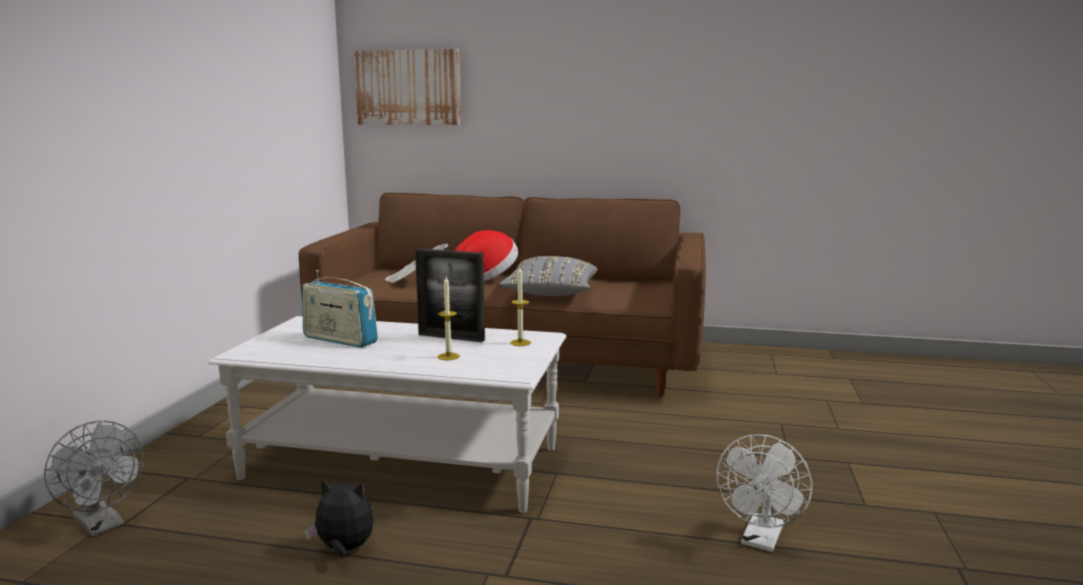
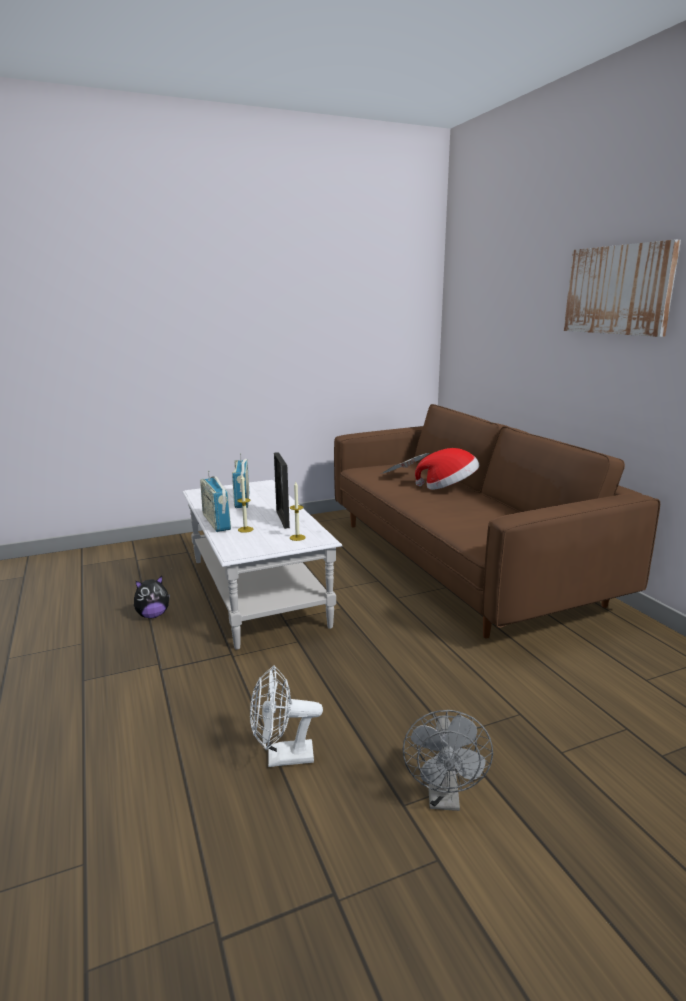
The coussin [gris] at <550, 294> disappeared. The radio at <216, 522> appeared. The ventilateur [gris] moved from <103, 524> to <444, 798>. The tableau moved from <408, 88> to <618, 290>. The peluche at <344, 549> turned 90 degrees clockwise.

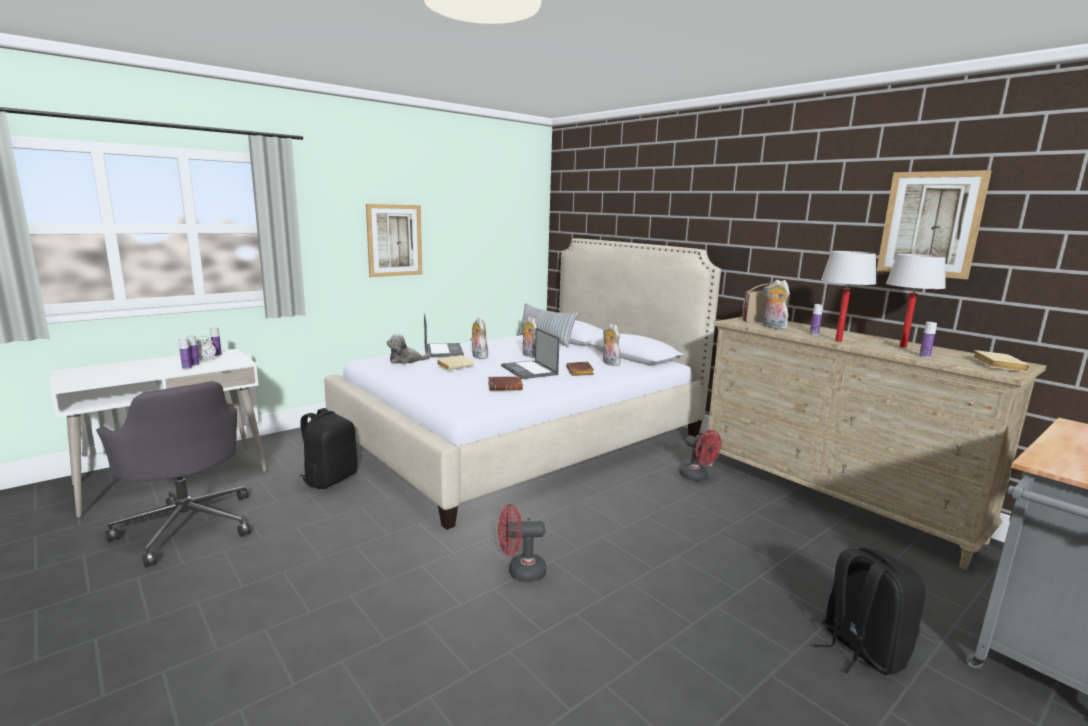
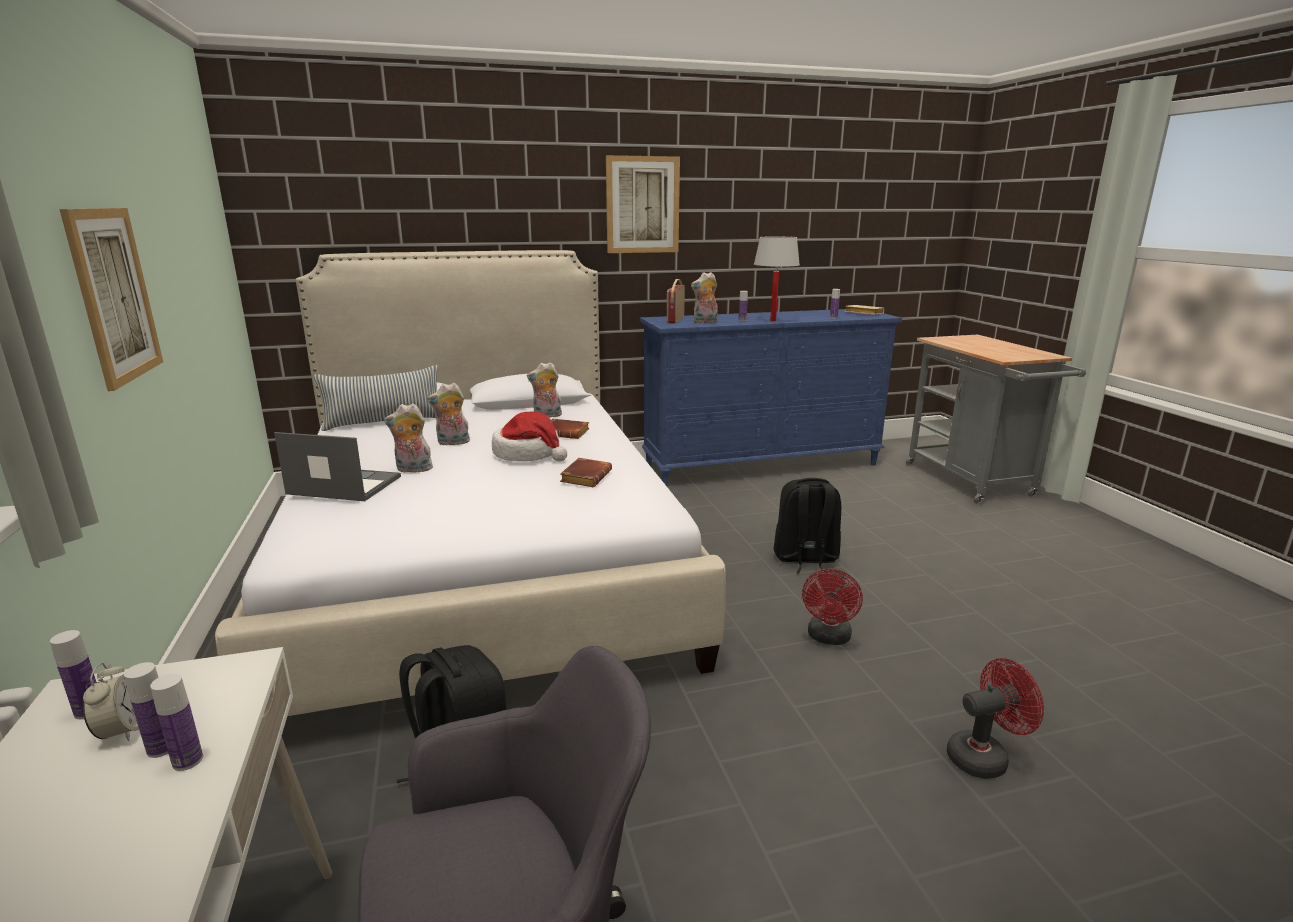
The peluche at <406, 361> disappeared. The livre [beige] at <455, 365> disappeared. The lampe de table [blanc] at <903, 347> disappeared. The ventilateur [rouge] moved from <698, 477> to <984, 756>. The sac à dos [noir] moved from <860, 649> to <805, 559>. The tableau moved from <930, 224> to <642, 205>. The ordinateur portable at <529, 370> was replaced by the chapeau at <528, 453>. The commode [beige] at <831, 499> became the commode [bleu] at <762, 465>.

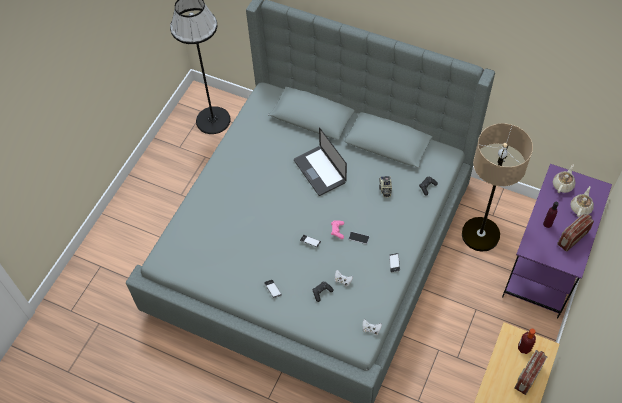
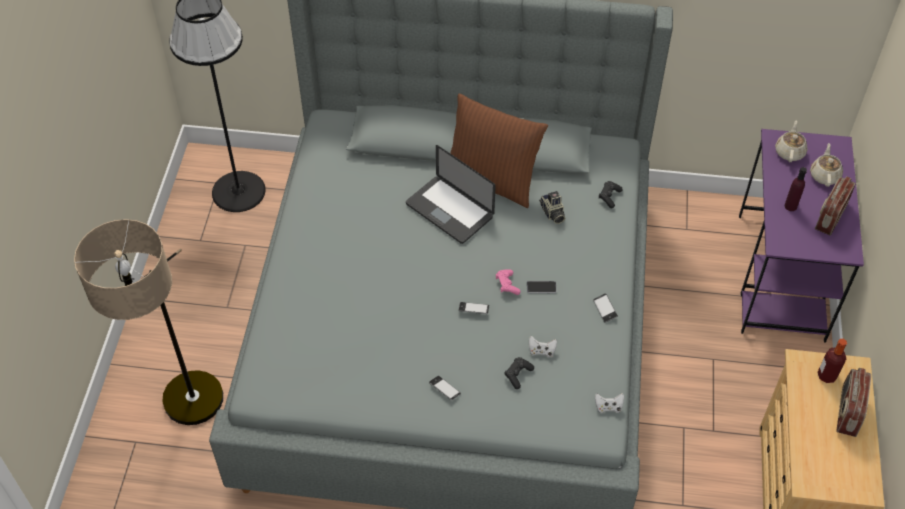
The coussin [marron] at <492, 180> appeared. The lampadaire moved from <476, 247> to <188, 420>.

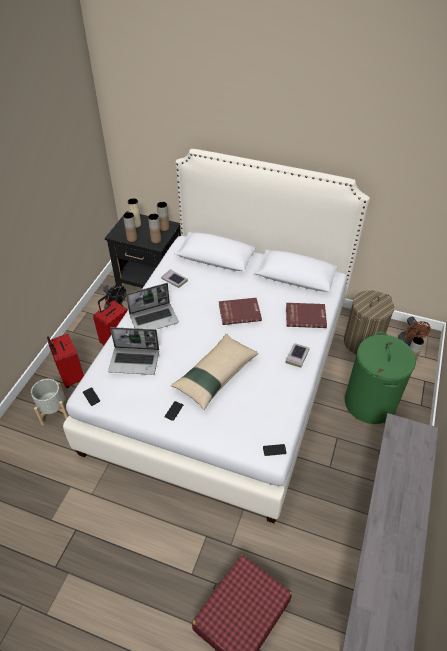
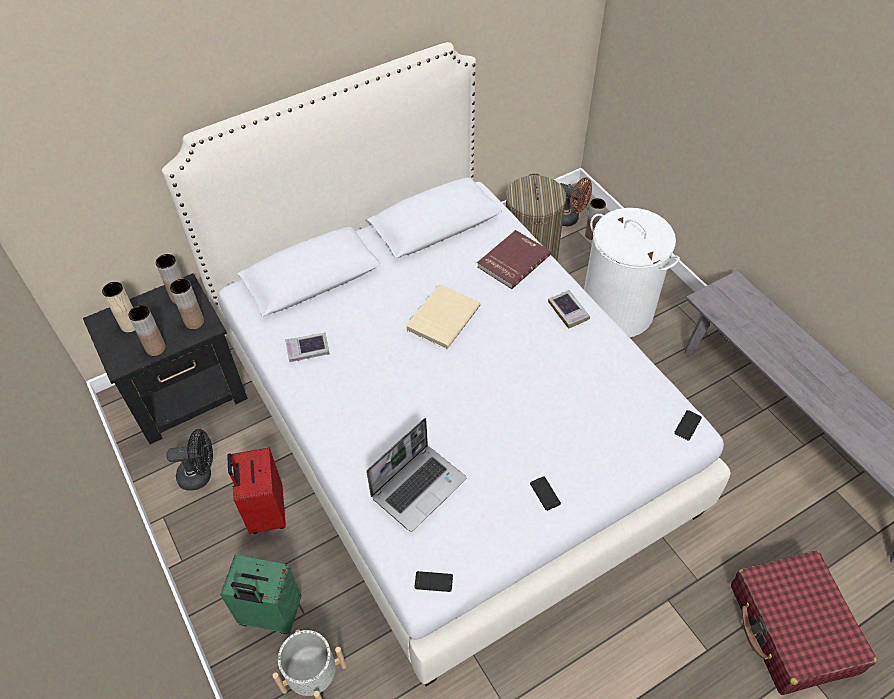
The ordinateur portable at <154, 318> disappeared. The coussin [beige] at <215, 375> disappeared. The valise [rouge] at <71, 377> became the valise [vert] at <270, 615>. The livre [rouge] at <239, 312> became the livre [beige] at <442, 318>. The panier à linge [vert] at <370, 403> became the panier à linge [blanc] at <617, 311>.

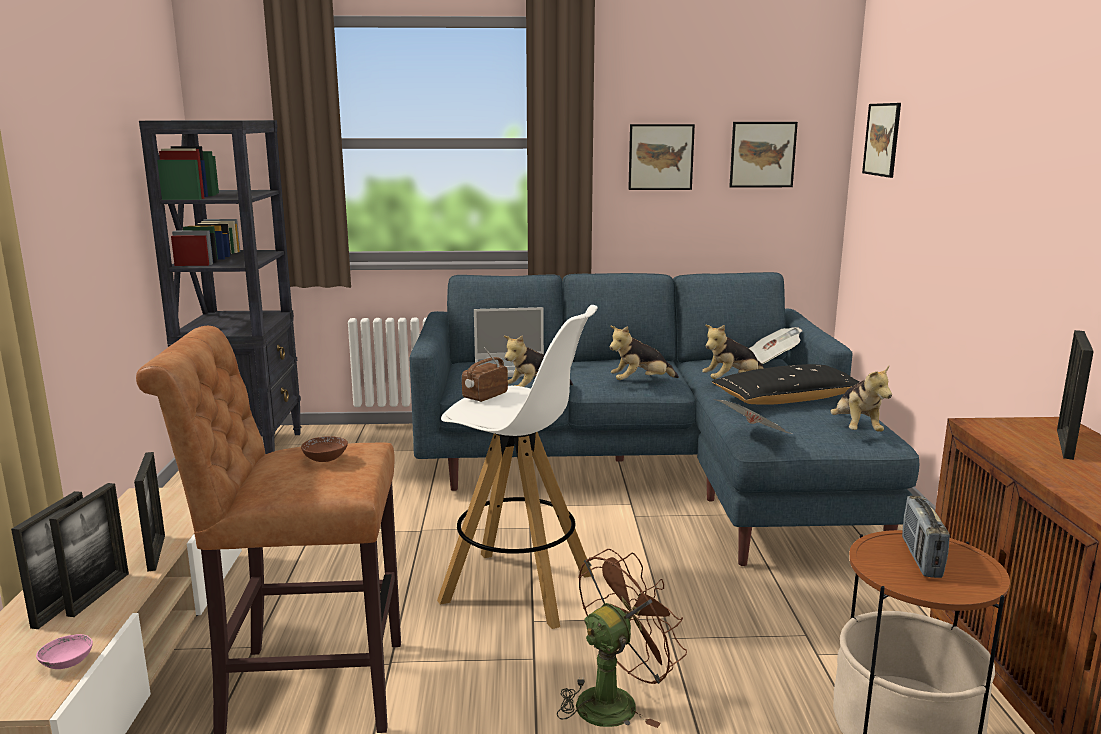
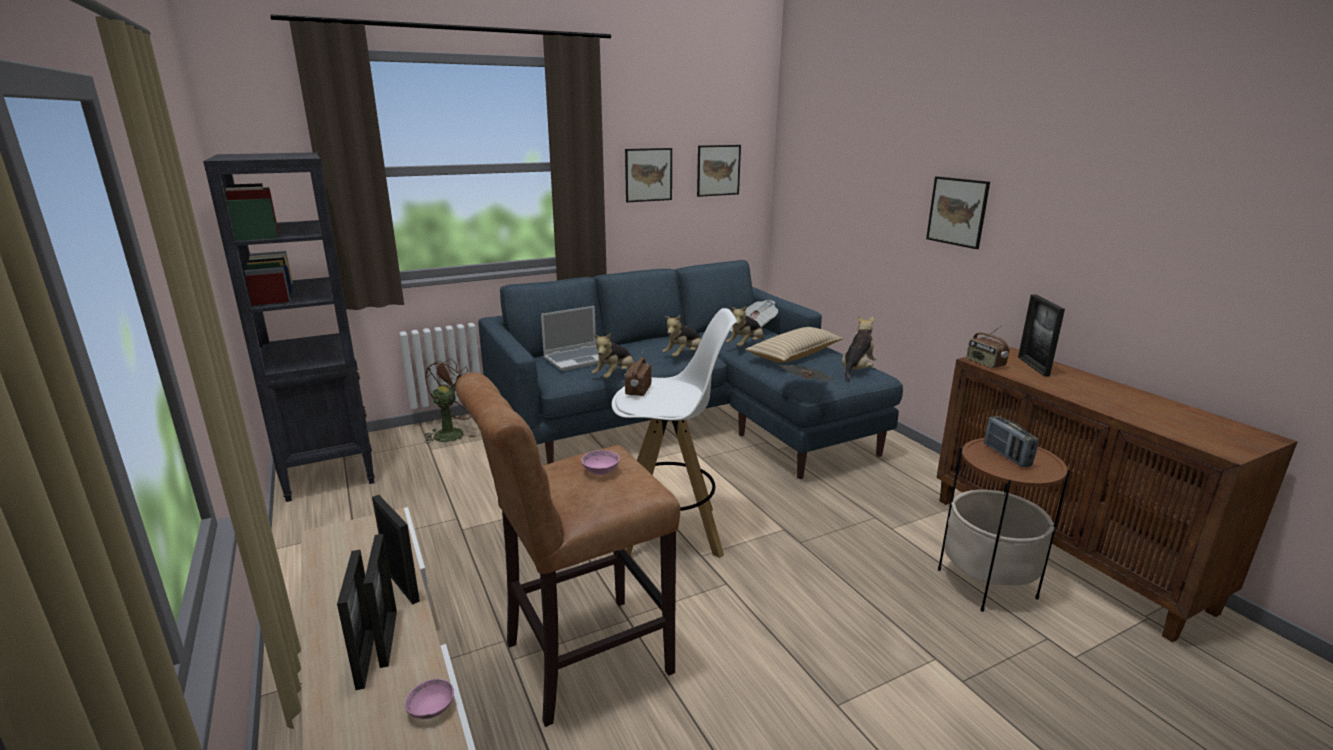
The radio at <985, 363> appeared. The ventilateur [marron] moved from <615, 700> to <453, 433>. The tableau moved from <882, 139> to <957, 211>. The bol [marron] at <325, 459> became the bol [rose] at <601, 471>. The coussin [noir] at <787, 399> became the coussin [beige] at <794, 355>. The peluche at <855, 429> turned 120 degrees counterclockwise.

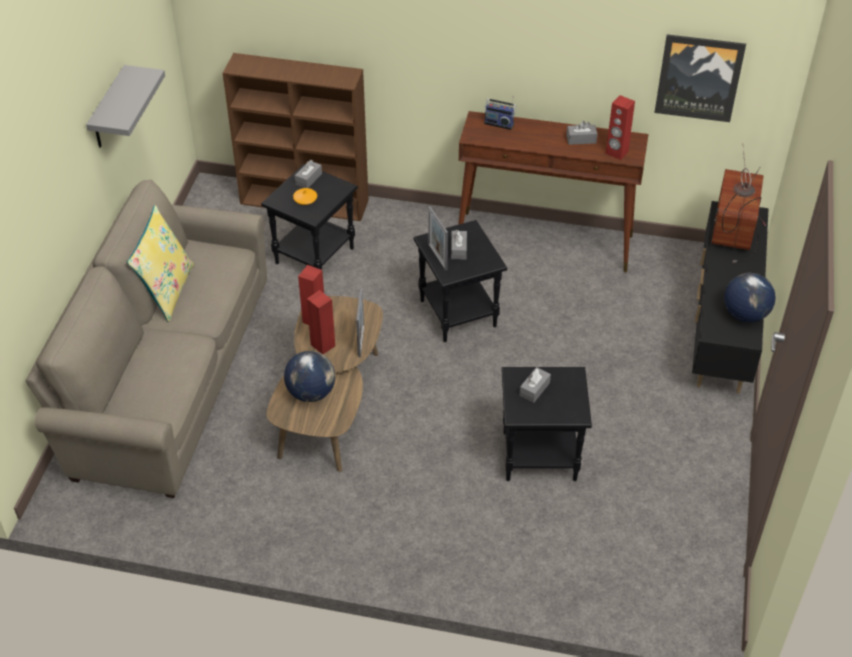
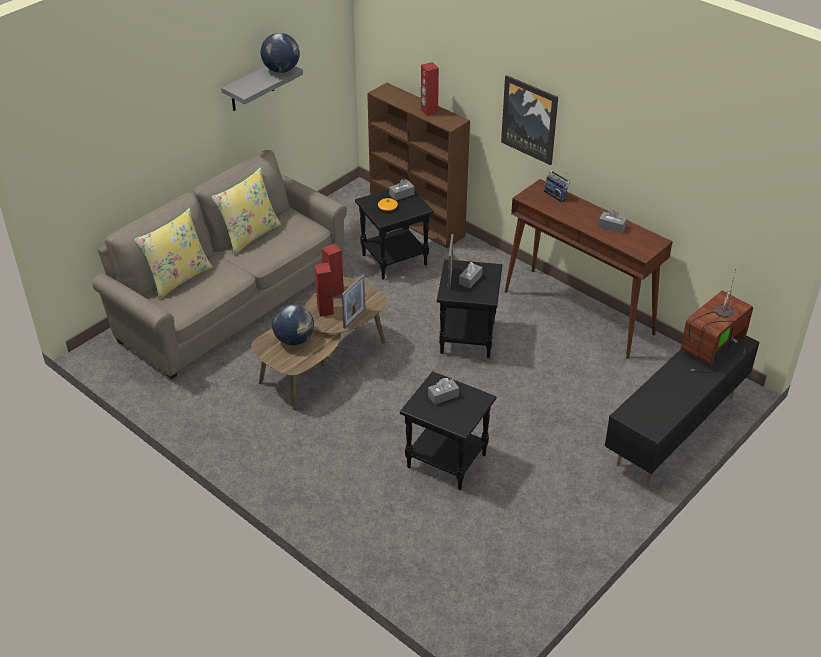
The coussin [jaune] at <178, 278> appeared. The enceinte [rouge] moved from <616, 152> to <429, 111>. The tableau moved from <699, 77> to <530, 119>. The globe moved from <745, 314> to <281, 70>.

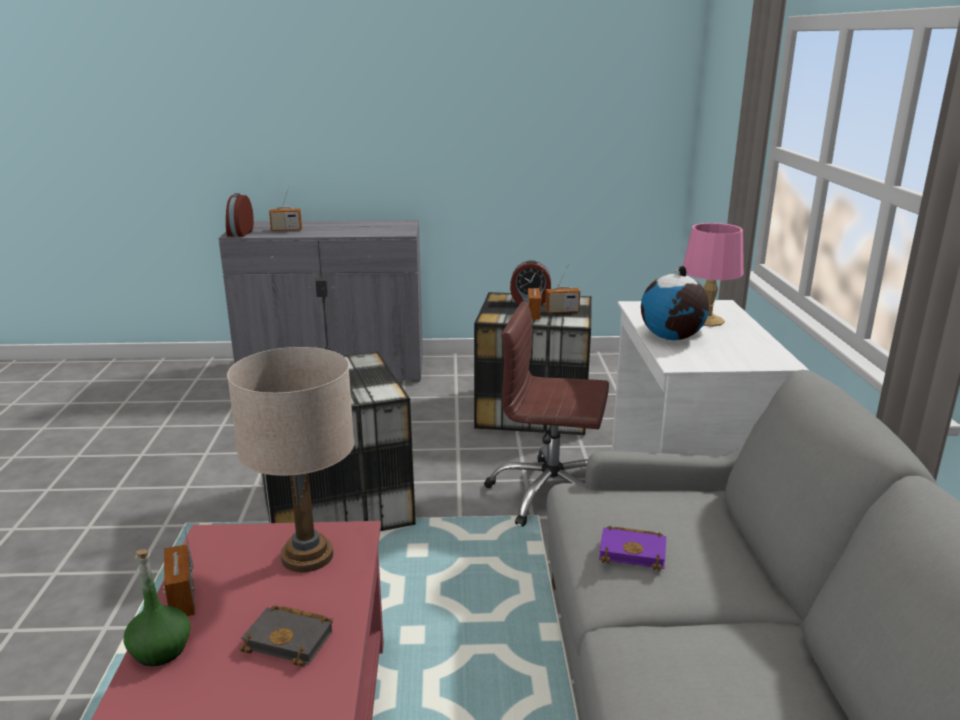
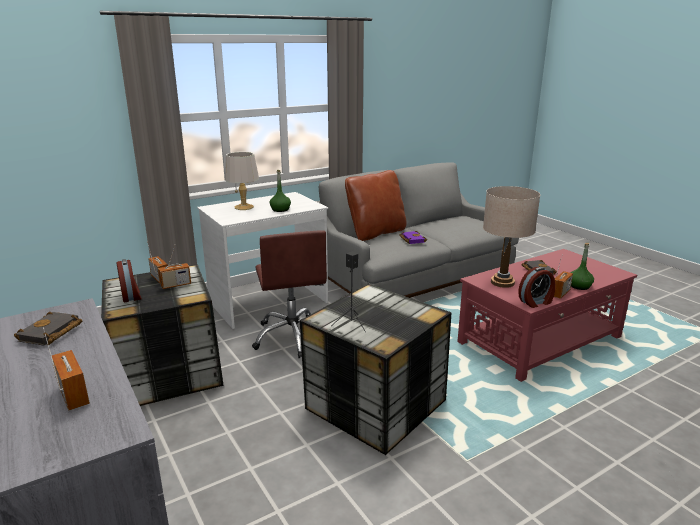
The livre [noir] at <50, 333> appeared. The coussin [marron] at <376, 233> appeared. The réveil moved from <239, 233> to <536, 302>. The globe at <672, 338> was replaced by the bouteille [vert] at <280, 209>. The lampe de table [rose] at <706, 321> became the lampe de table [gris] at <244, 207>.

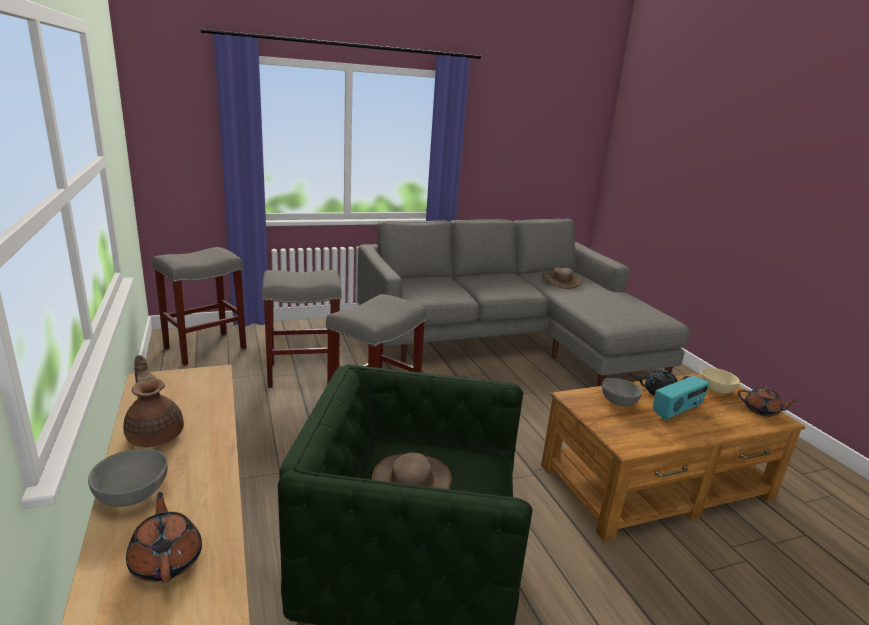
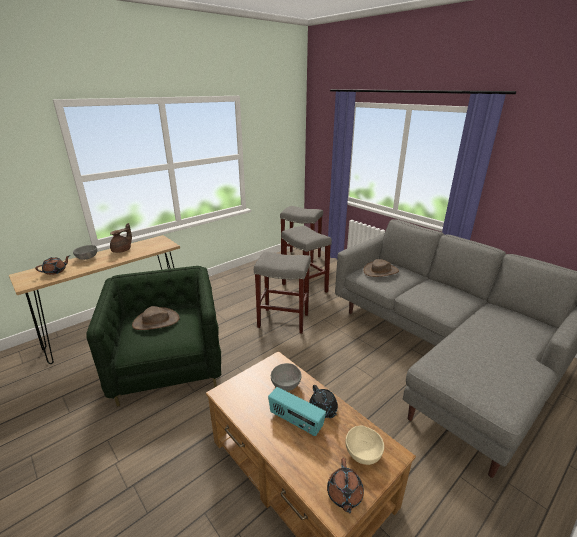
The chapeau [marron] moved from <560, 281> to <381, 271>.

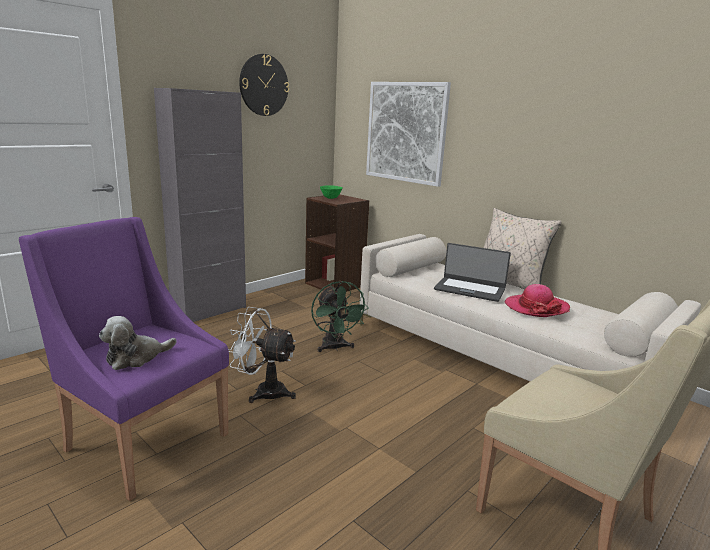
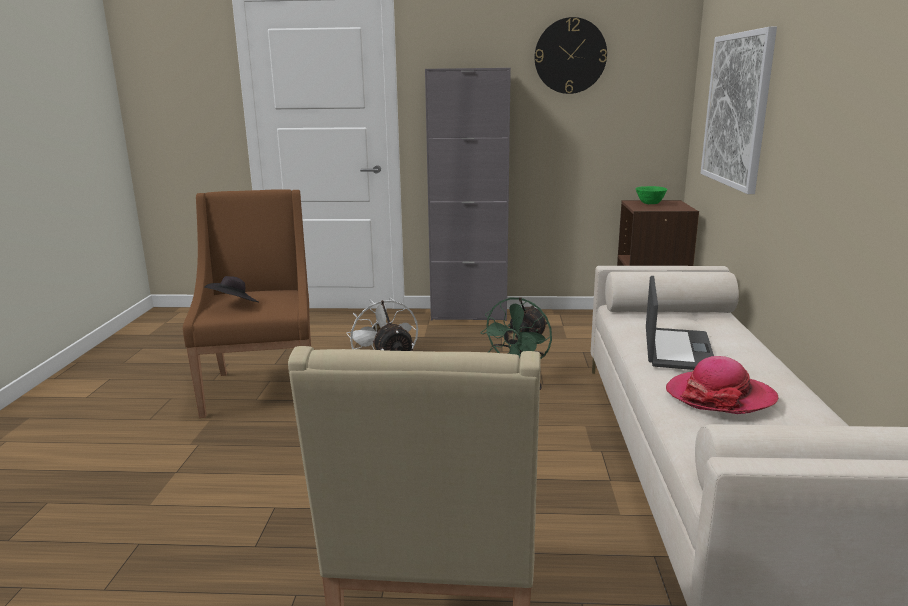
The coussin [beige] at <509, 282> disappeared. The peluche at <136, 357> was replaced by the chapeau [noir] at <234, 305>. The fauteuil [violet] at <143, 441> became the fauteuil [marron] at <263, 388>. The ordinateur portable at <469, 289> turned 150 degrees counterclockwise.

